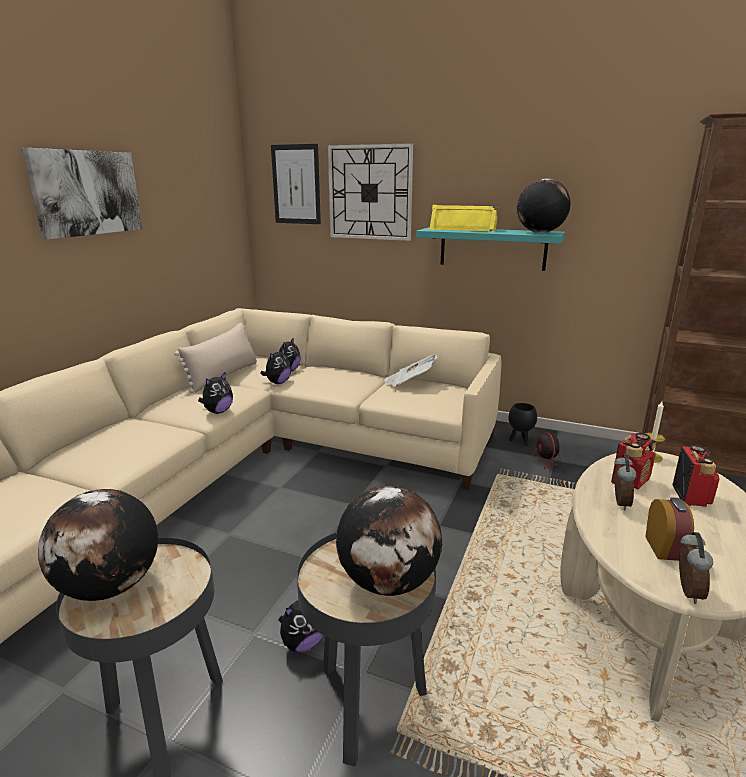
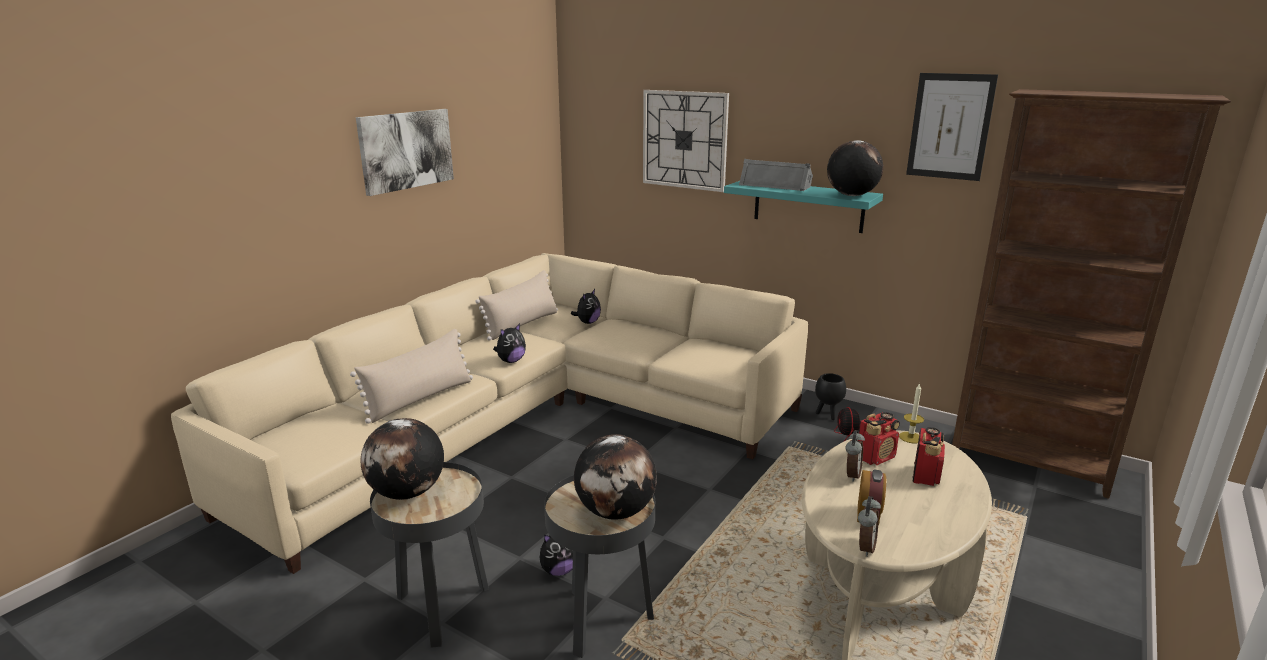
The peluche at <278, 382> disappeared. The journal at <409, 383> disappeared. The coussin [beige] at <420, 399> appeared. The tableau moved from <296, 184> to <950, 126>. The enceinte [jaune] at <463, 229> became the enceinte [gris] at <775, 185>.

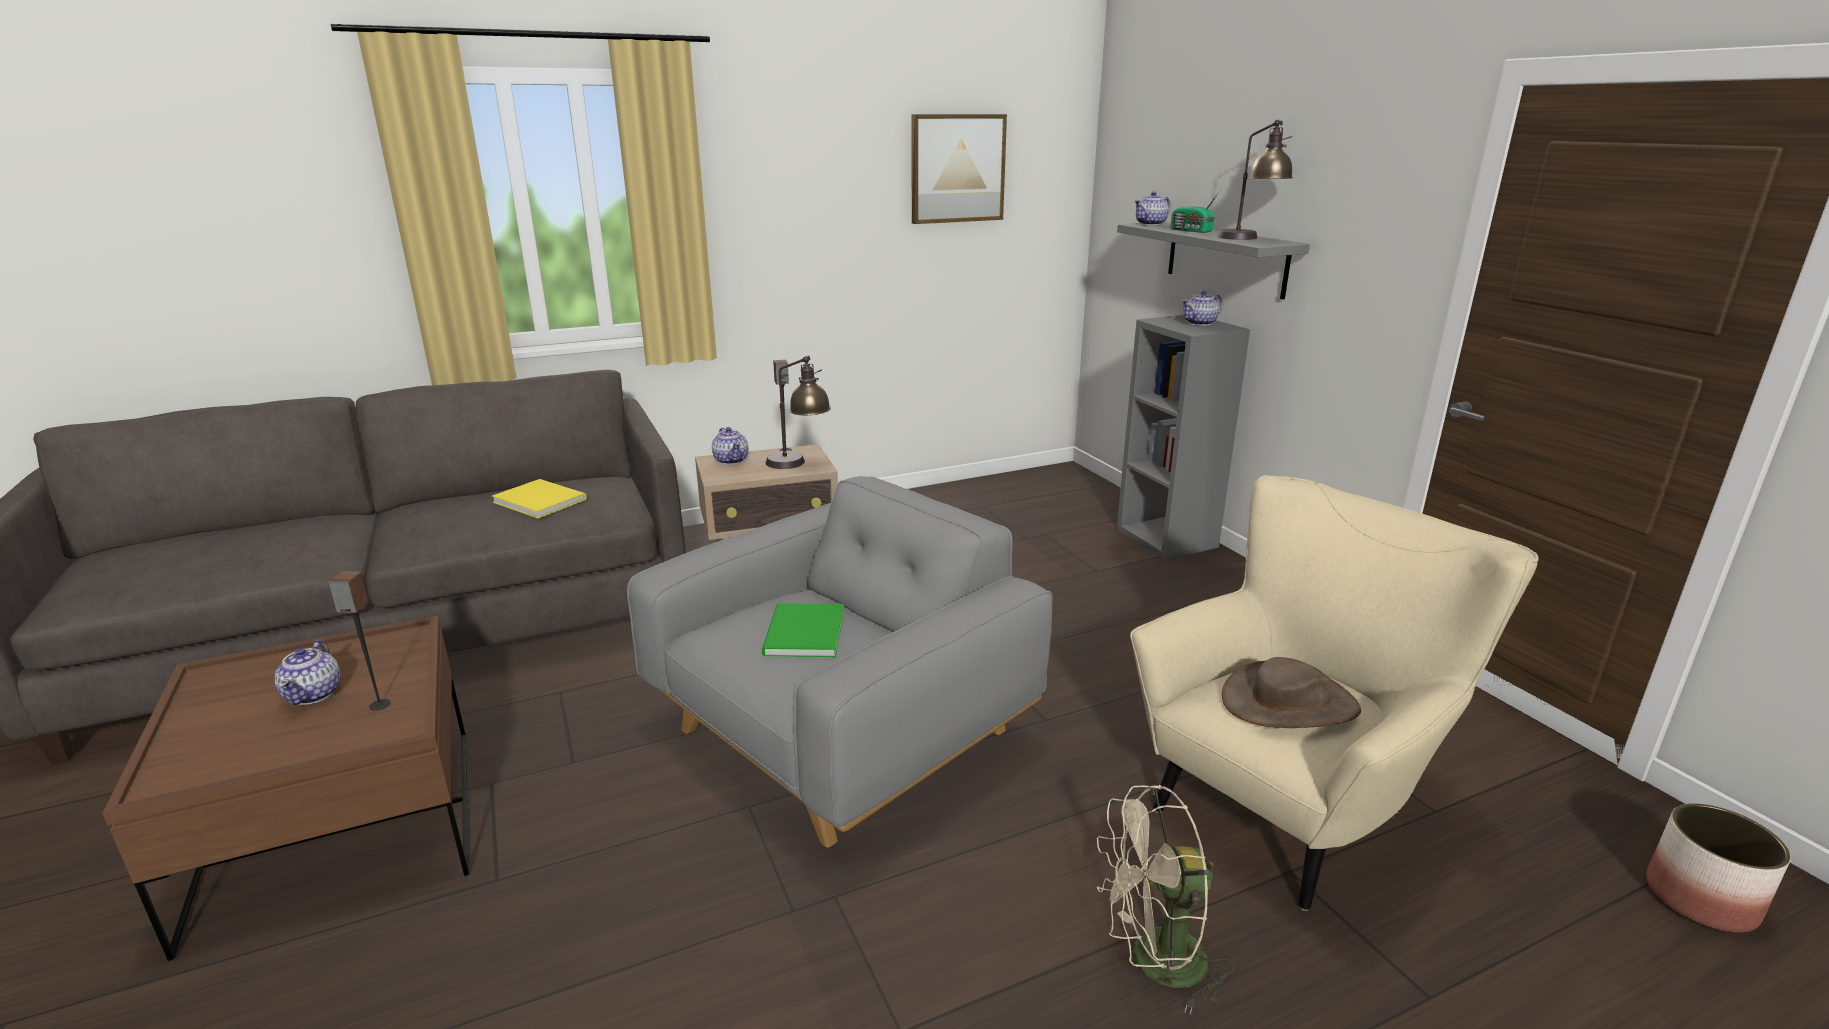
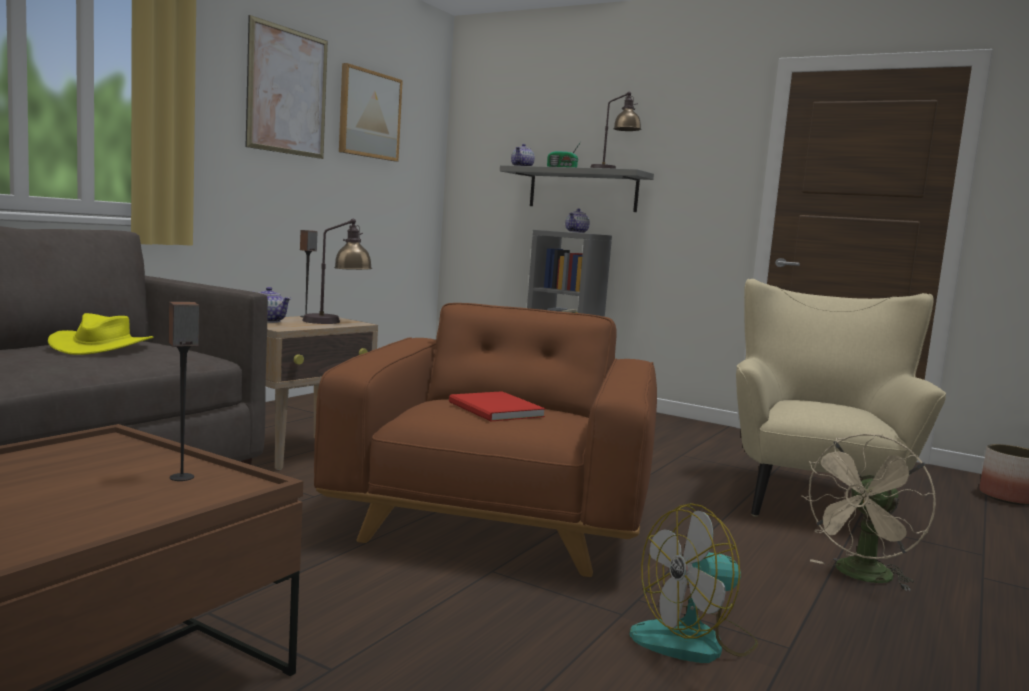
The théière at <314, 694> disappeared. The chapeau [marron] at <1289, 703> disappeared. The tableau at <287, 91> appeared. The ventilateur at <695, 640> appeared. The livre [jaune] at <540, 500> was replaced by the chapeau [jaune] at <101, 346>. The fauteuil [gris] at <842, 731> became the fauteuil [marron] at <496, 518>. The livre [vert] at <802, 634> became the livre [rouge] at <495, 410>.

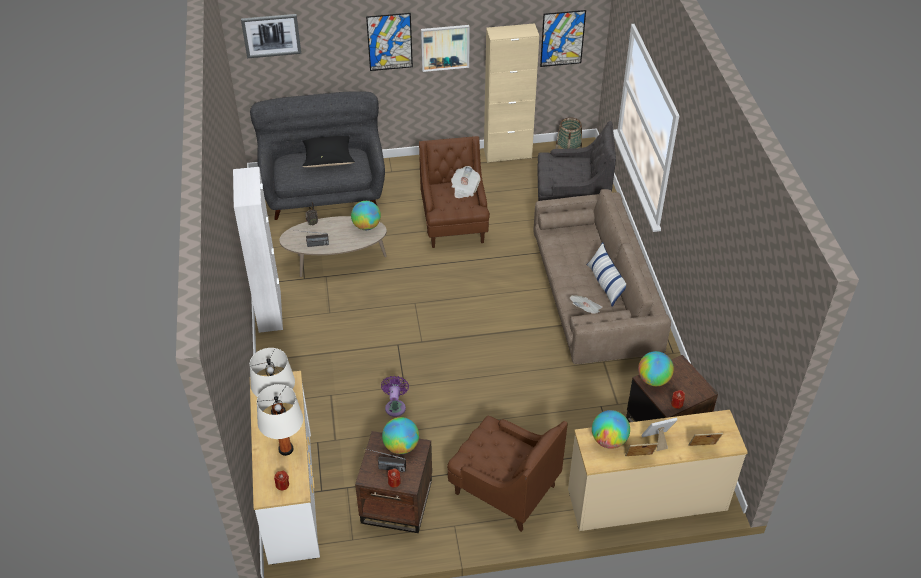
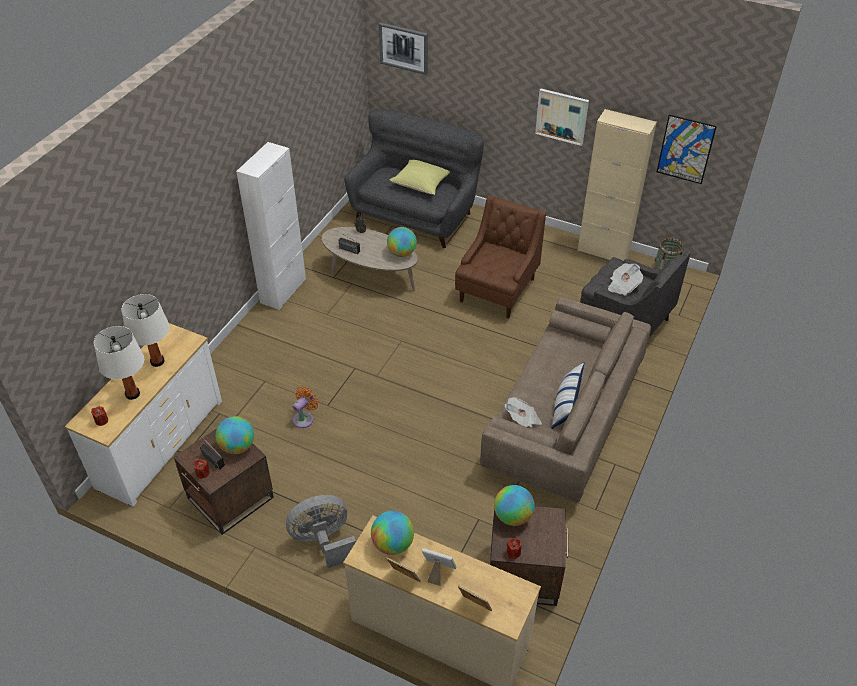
The tableau at <389, 42> disappeared. The journal moved from <464, 189> to <623, 286>. The fauteuil [marron] at <503, 489> was replaced by the ventilateur [gris] at <324, 541>. The coussin [noir] at <328, 158> became the coussin [jaune] at <422, 184>. The ventilateur [violet] at <395, 406> became the ventilateur [orange] at <304, 418>.

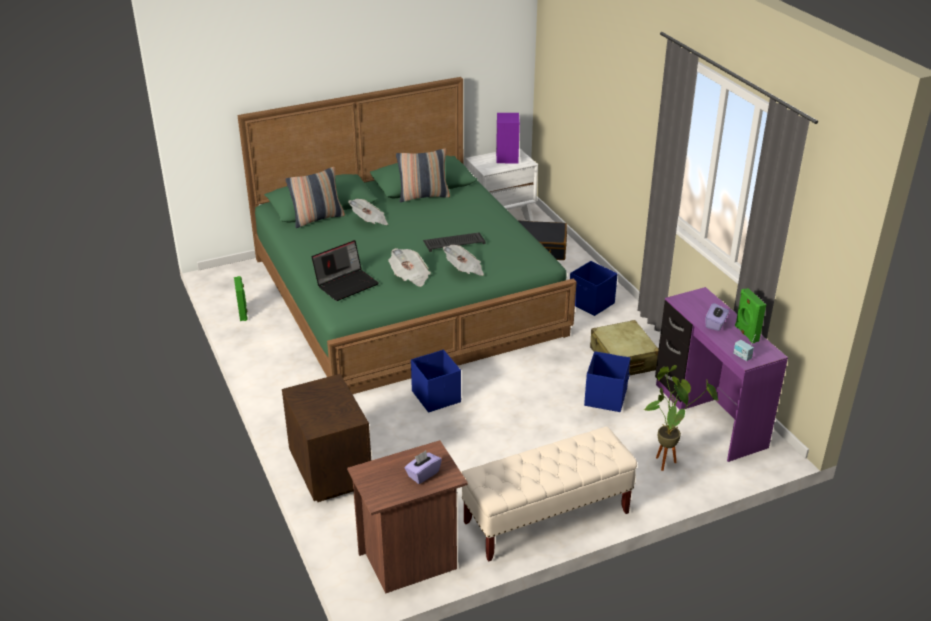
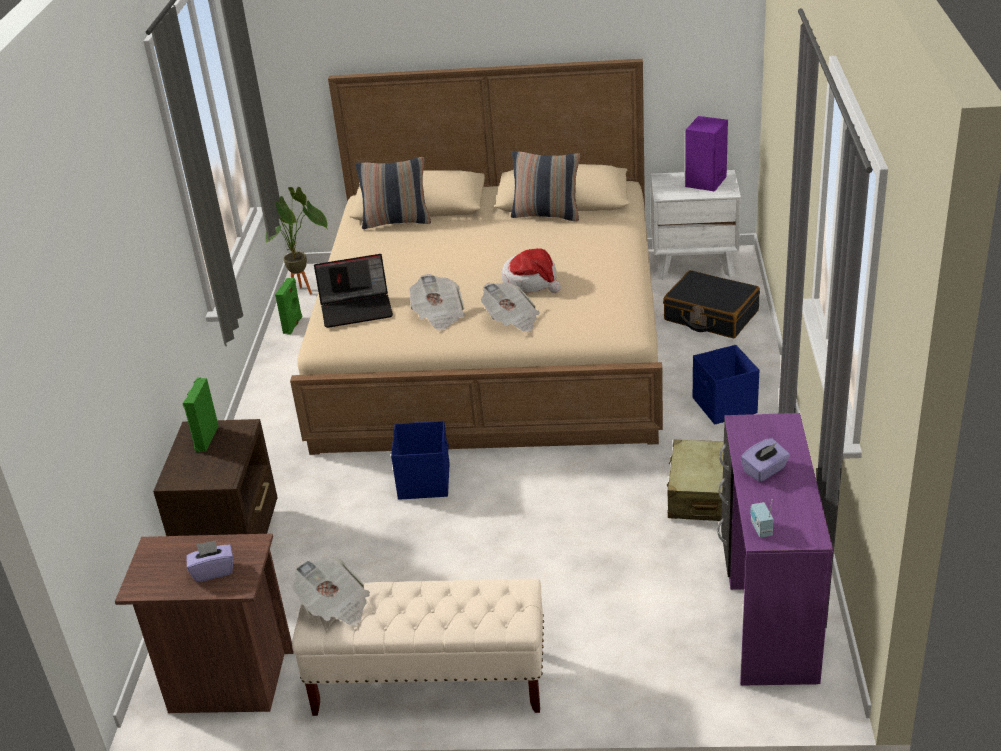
The boîte de rangement [bleu] at <606, 397> disappeared. The journal moved from <369, 221> to <335, 606>. The plante en pot moved from <667, 460> to <306, 291>. The enceinte [vert] moved from <746, 334> to <206, 438>. The clavier at <454, 242> was replaced by the chapeau at <531, 281>. The lit [vert] at <405, 295> became the lit [beige] at <492, 342>.

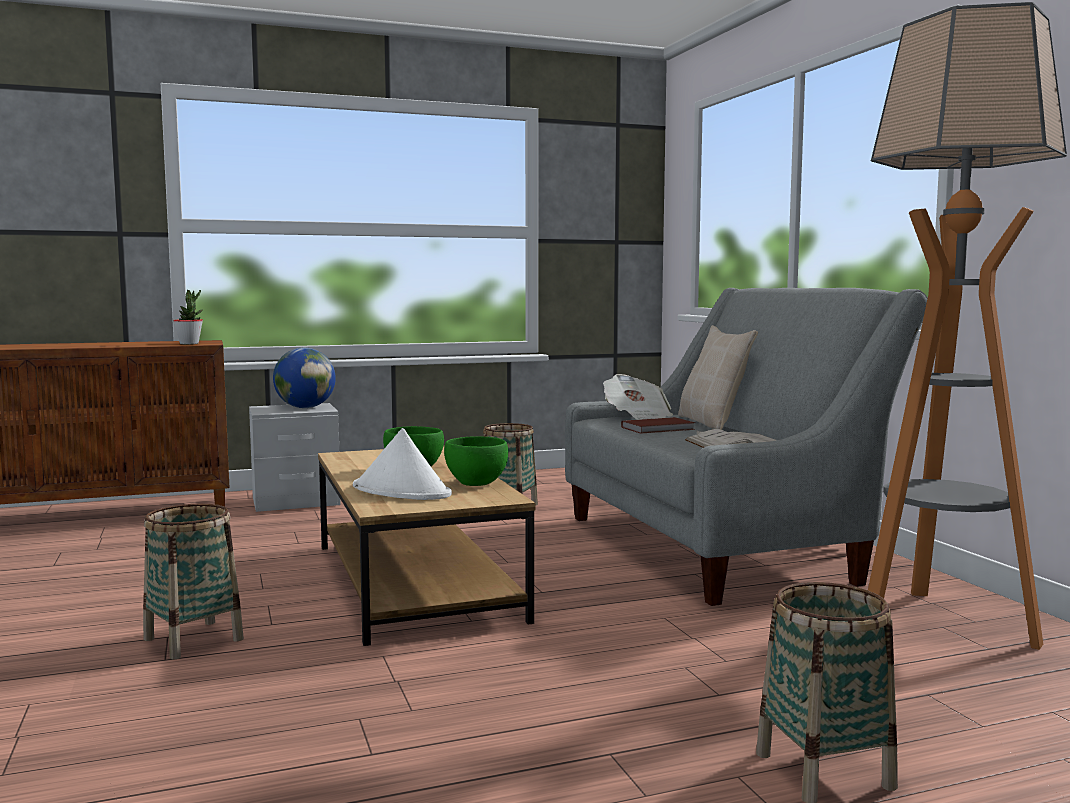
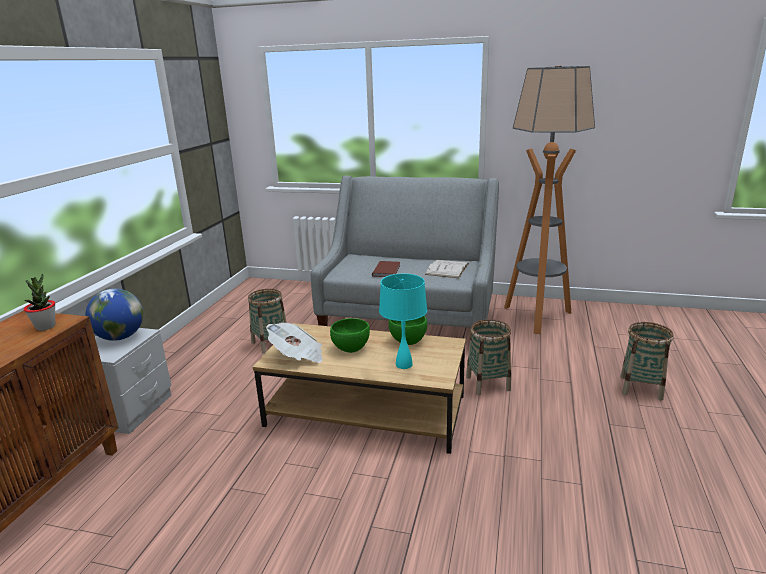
The coussin [beige] at <713, 423> disappeared. The panier moved from <193, 639> to <488, 383>. The journal moved from <637, 418> to <298, 356>. The chapeau [blanc] at <402, 491> was replaced by the lampe de table [turquoise] at <404, 364>.

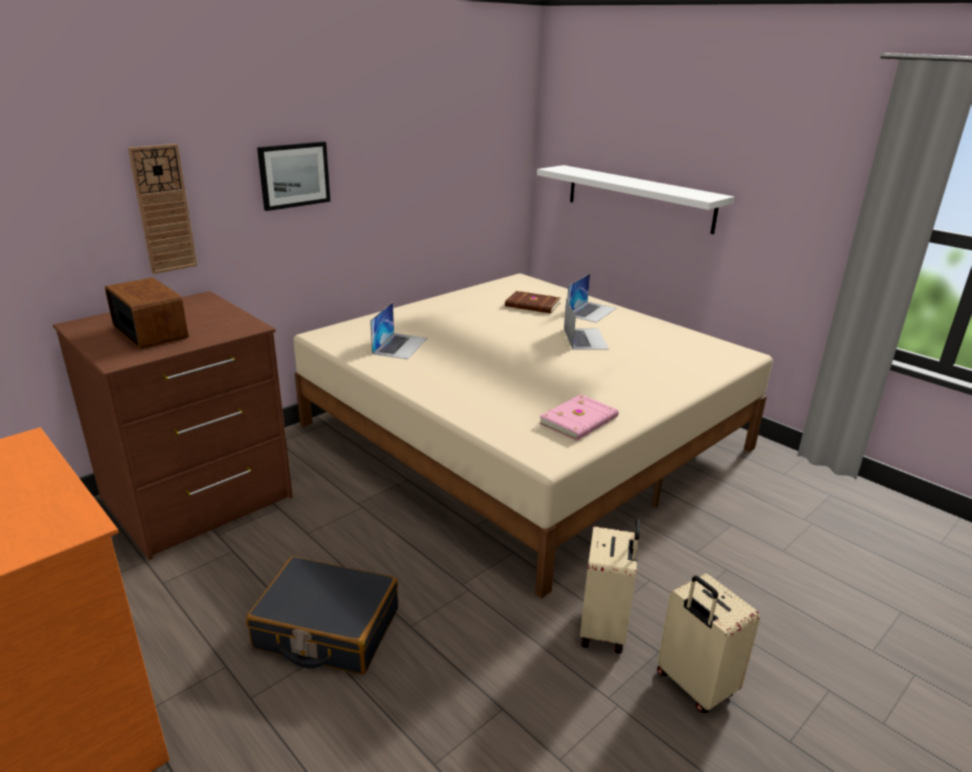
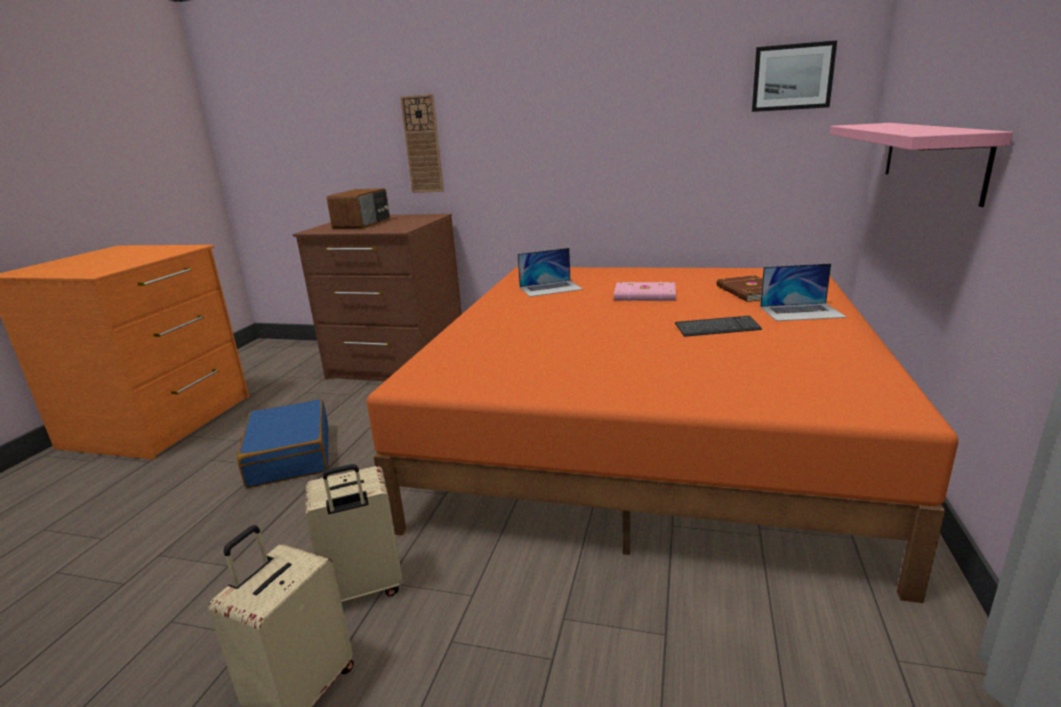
The tableau moved from <294, 175> to <792, 77>. The livre [rose] moved from <580, 421> to <645, 295>. The ordinateur portable at <585, 338> was replaced by the clavier at <717, 328>. The valise [noir] at <327, 629> became the valise [bleu] at <289, 456>. The lit [beige] at <525, 436> became the lit [orange] at <647, 429>. The étagère [blanc] at <639, 198> became the étagère [rose] at <931, 157>.

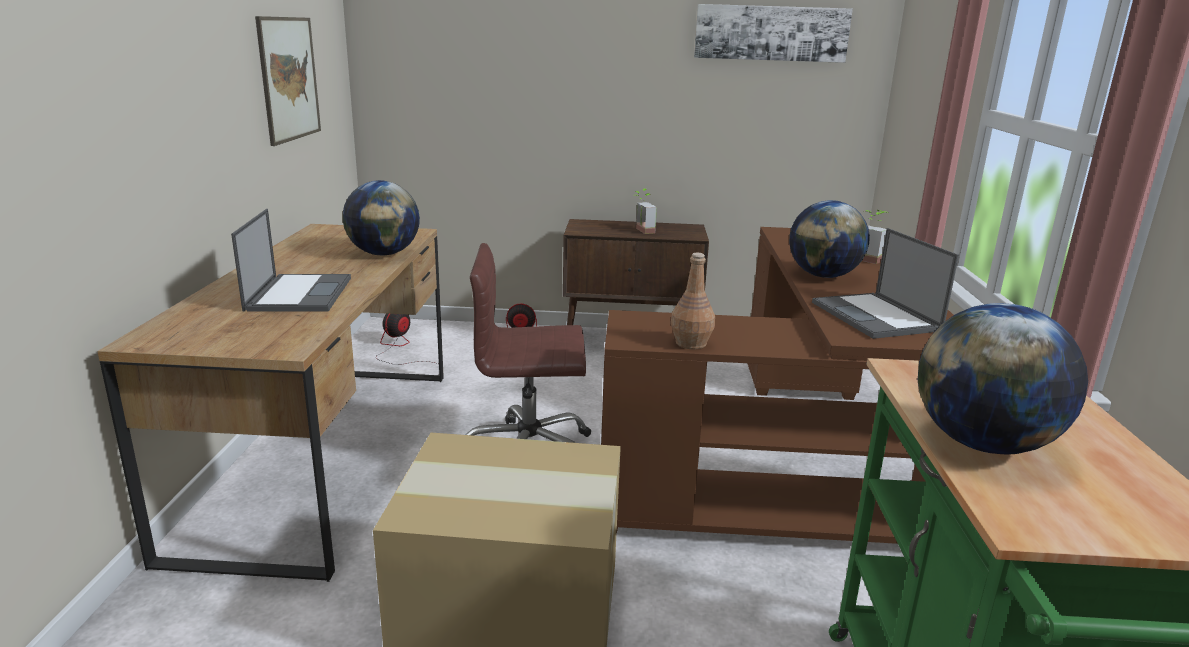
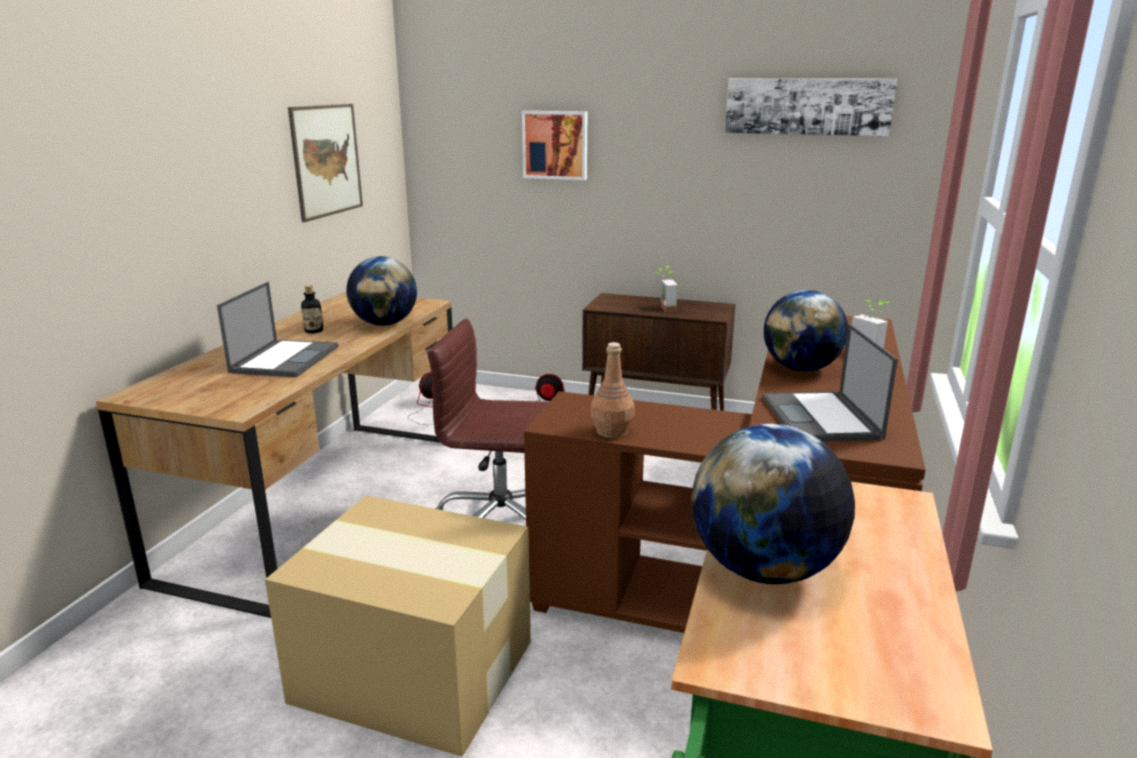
The bouteille at <314, 331> appeared. The tableau at <555, 145> appeared.

